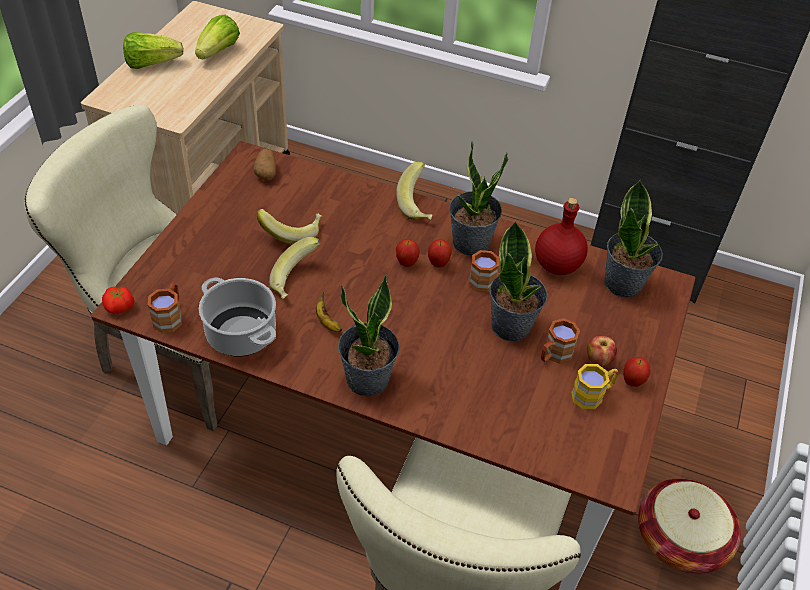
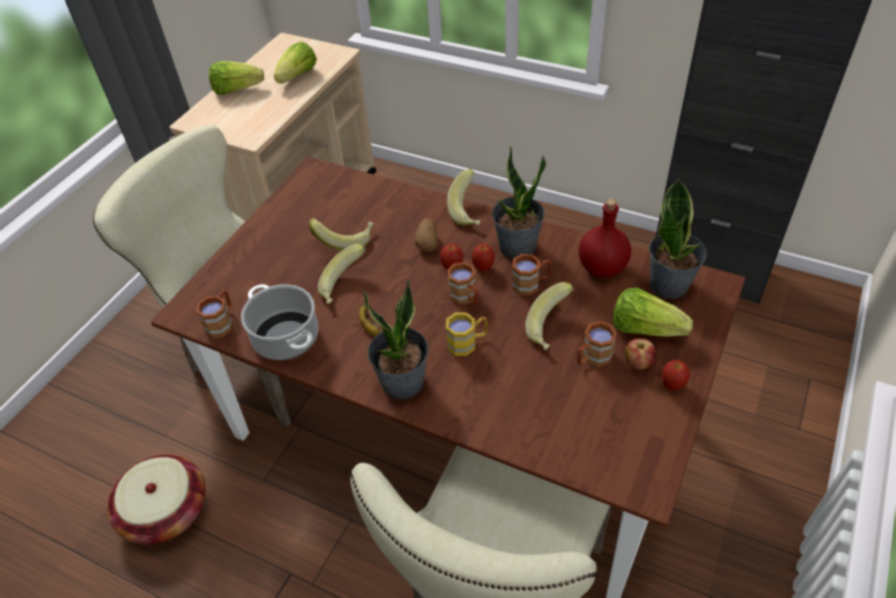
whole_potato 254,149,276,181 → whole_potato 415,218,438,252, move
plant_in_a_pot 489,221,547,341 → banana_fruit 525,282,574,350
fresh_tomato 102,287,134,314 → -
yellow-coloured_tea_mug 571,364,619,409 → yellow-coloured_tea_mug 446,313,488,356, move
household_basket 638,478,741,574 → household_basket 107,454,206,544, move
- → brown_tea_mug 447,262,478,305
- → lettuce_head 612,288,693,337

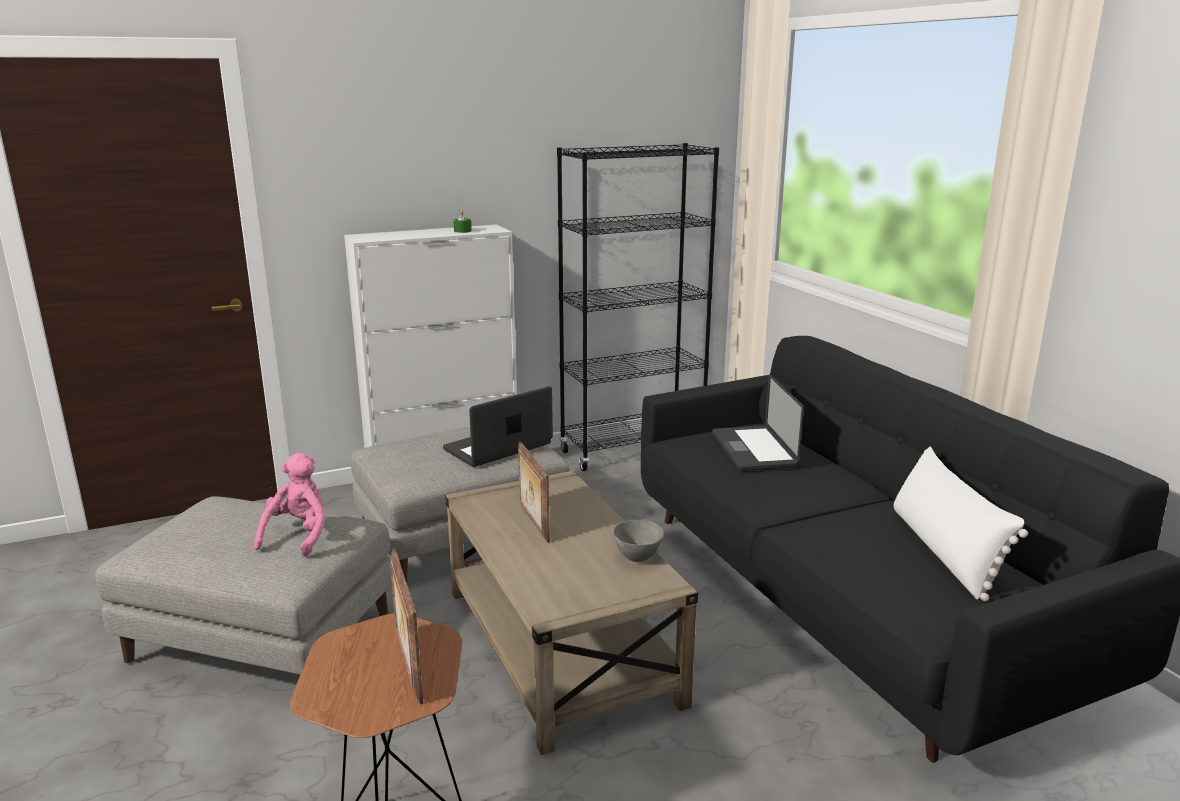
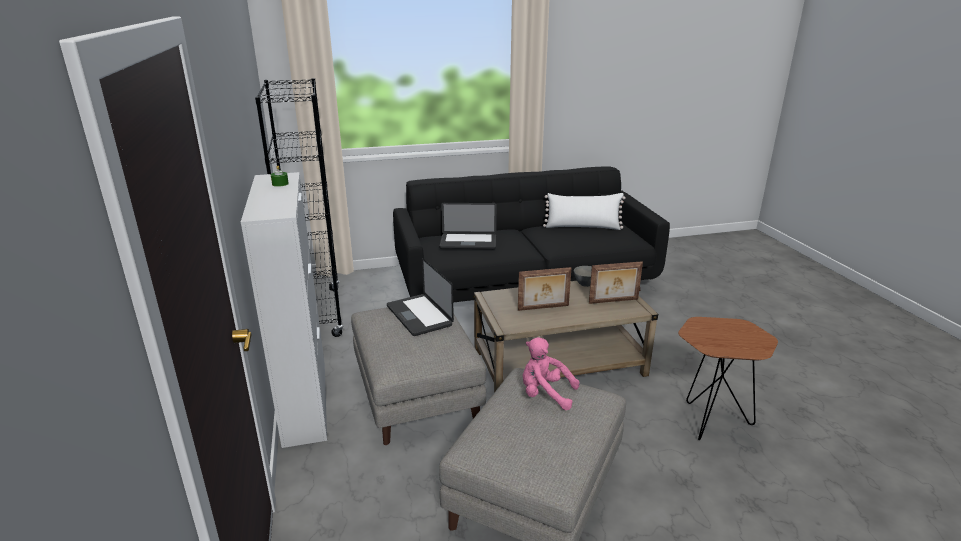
picture_frame 390,548,423,705 → picture_frame 589,261,643,304, move

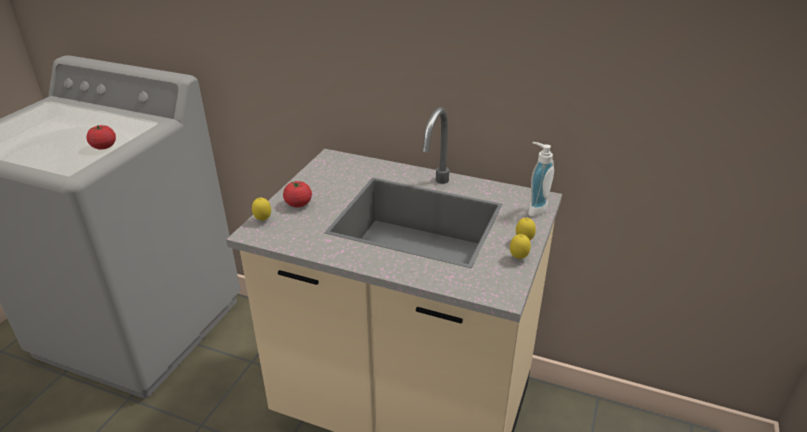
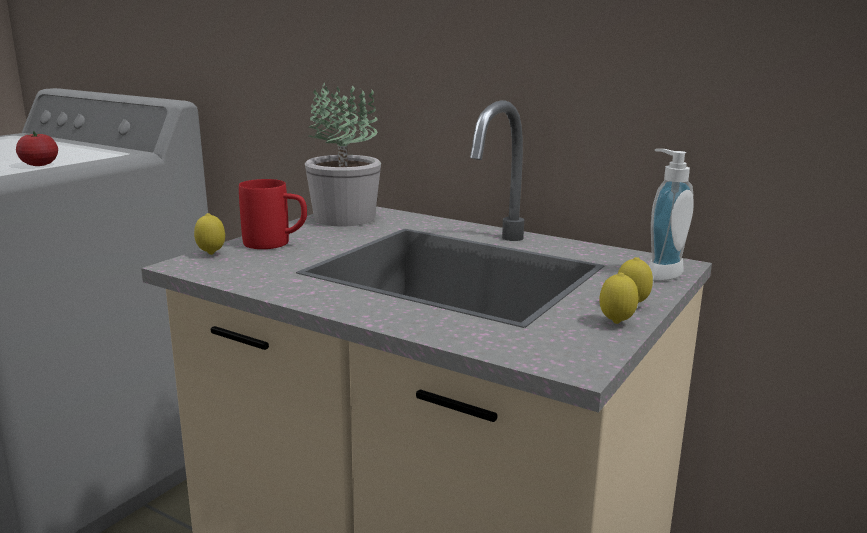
fresh_tomato 283,181,312,207 → reddish_tea_mug 239,179,307,249
- → plant_in_a_pot 305,83,381,226

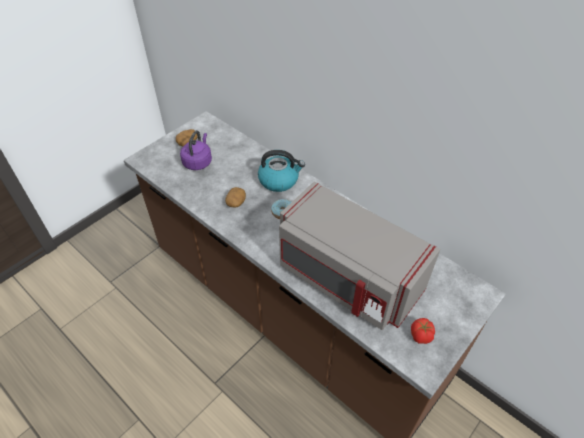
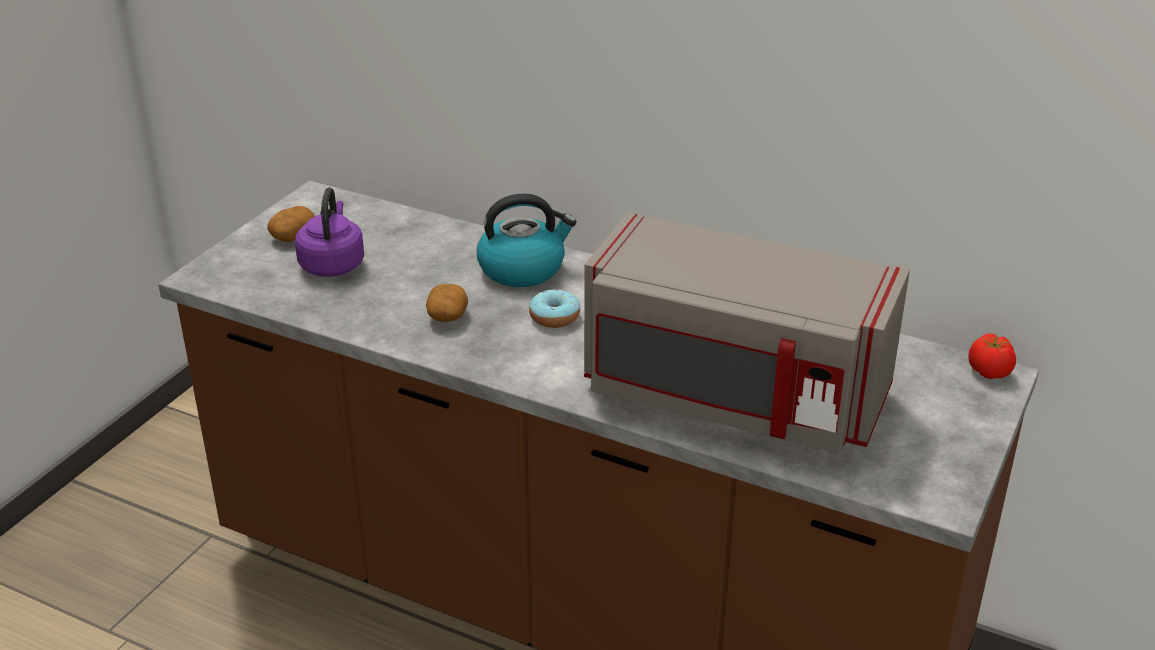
fresh_tomato 411,318,435,344 → fresh_tomato 968,333,1016,379, move

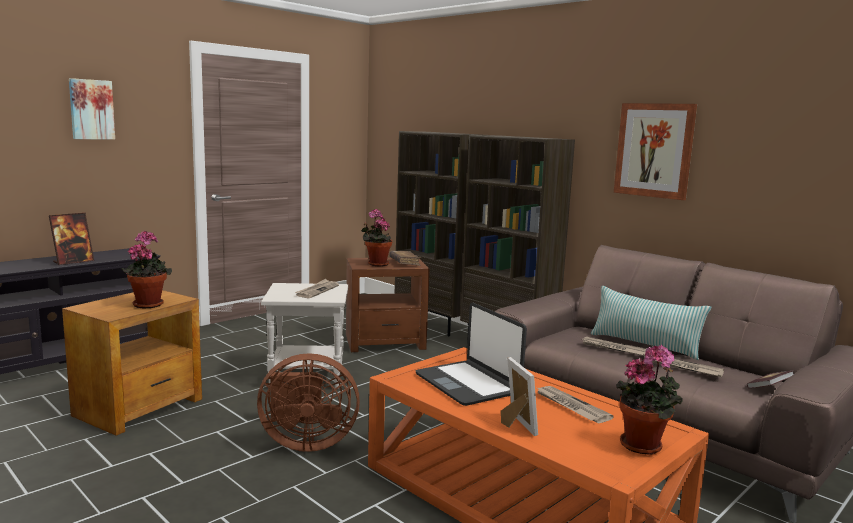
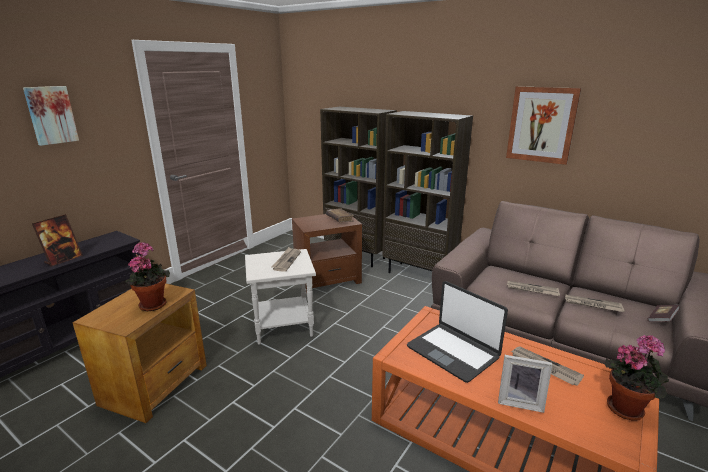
plant_in_a_pot 361,209,392,266 → -
pillow 591,286,711,360 → -
brown_cooling_fan 257,353,360,452 → -
picture_frame 501,357,538,436 → picture_frame 498,355,552,413, 135 degrees clockwise

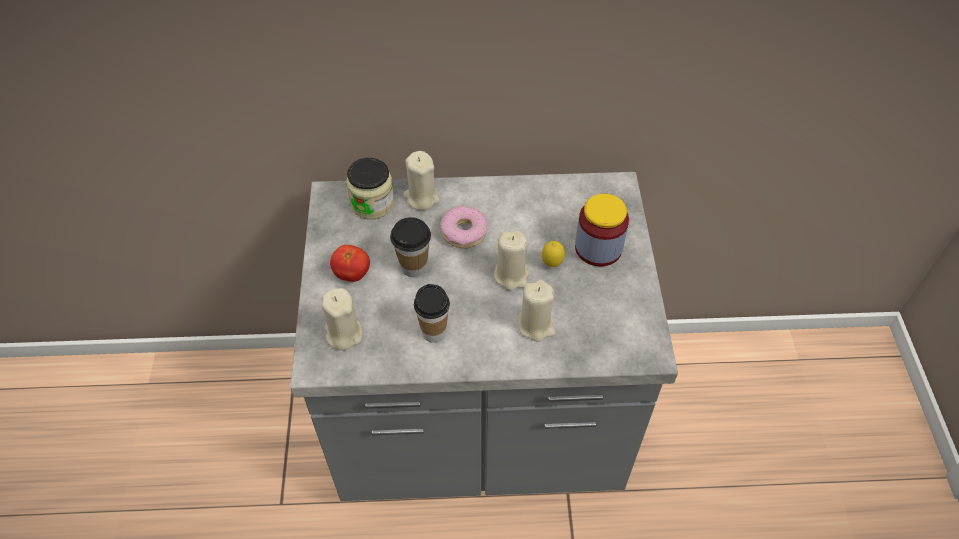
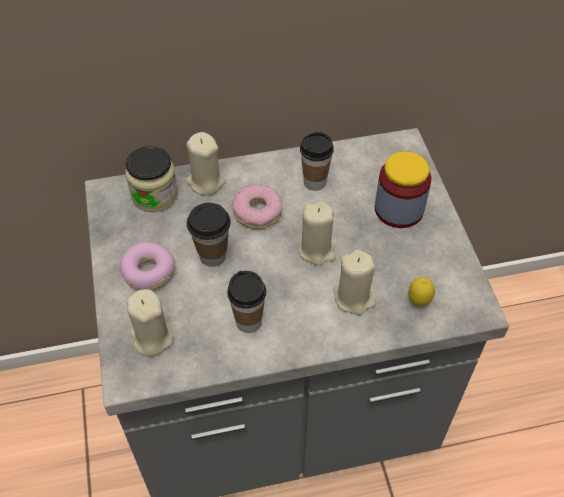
citrus_fruit 542,241,565,267 → citrus_fruit 408,277,435,306, move
fresh_tomato 330,245,370,282 → doughnut 120,242,175,290
- → cup 300,132,334,191

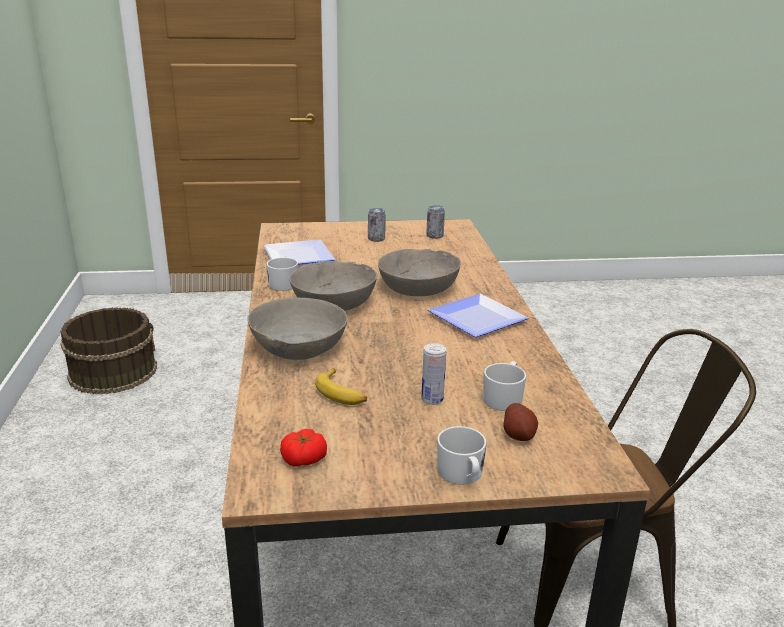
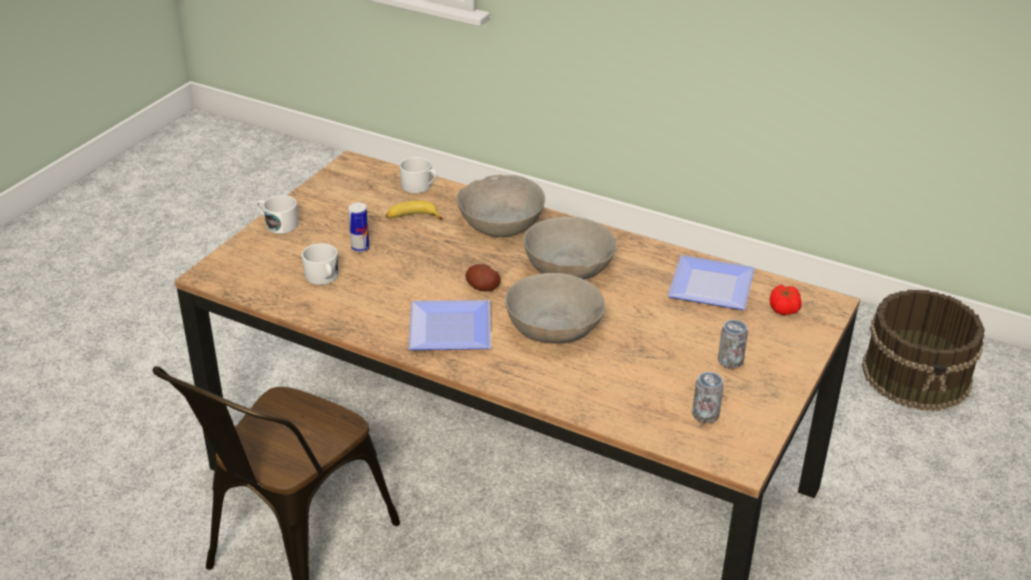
white_tea_mug 267,256,298,291 → white_tea_mug 399,157,437,193, move
whole_potato 503,403,538,441 → whole_potato 466,264,501,291, move
fresh_tomato 280,429,327,467 → fresh_tomato 770,285,802,315, move

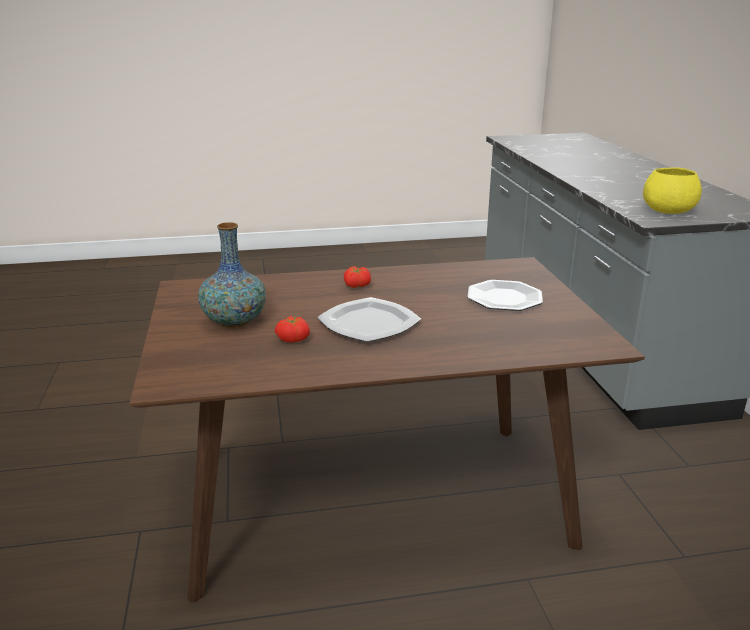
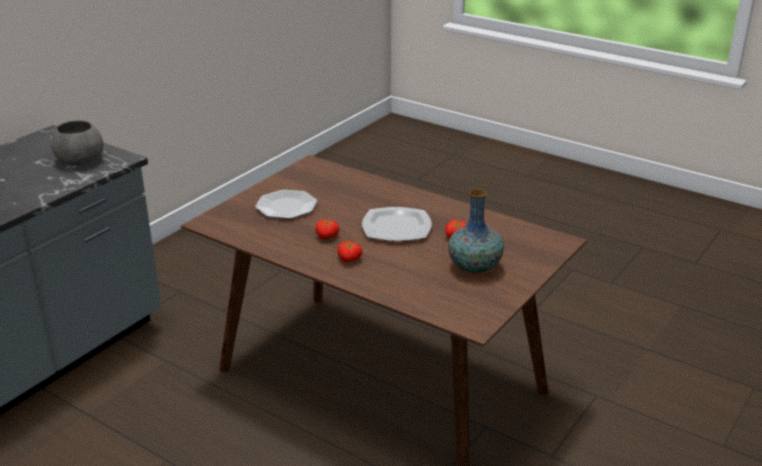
yellow-coloured_serving_bowl 643,167,702,214 → greyish_serving_bowl 51,120,103,166
- → fresh_tomato 316,219,339,239

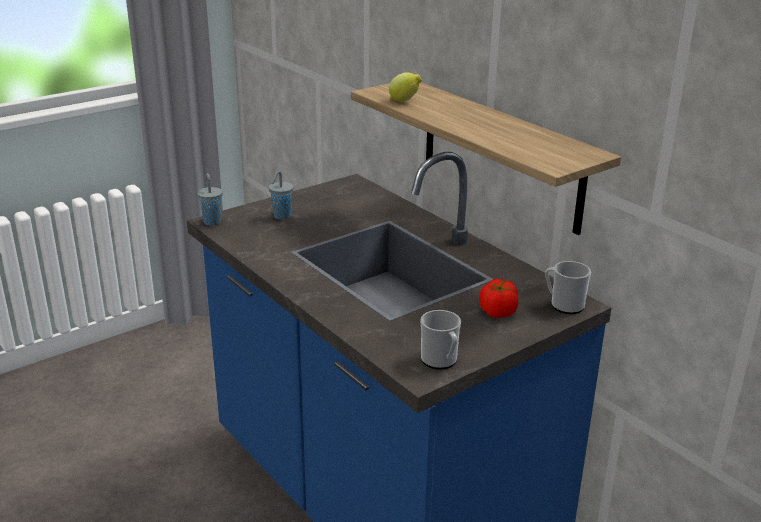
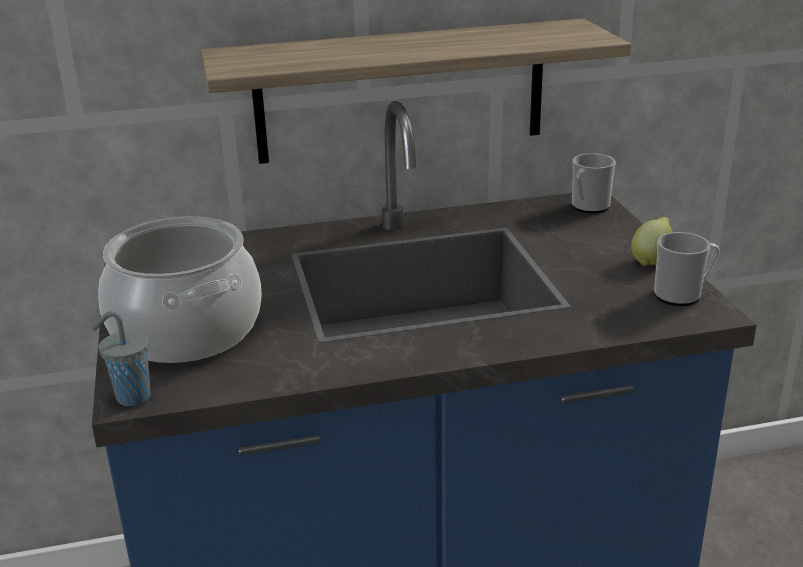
citrus_fruit 389,72,422,102 → citrus_fruit 631,217,672,266, move
greyish_cup 269,170,294,220 → saucepot 98,217,262,363
fresh_tomato 479,279,518,318 → -

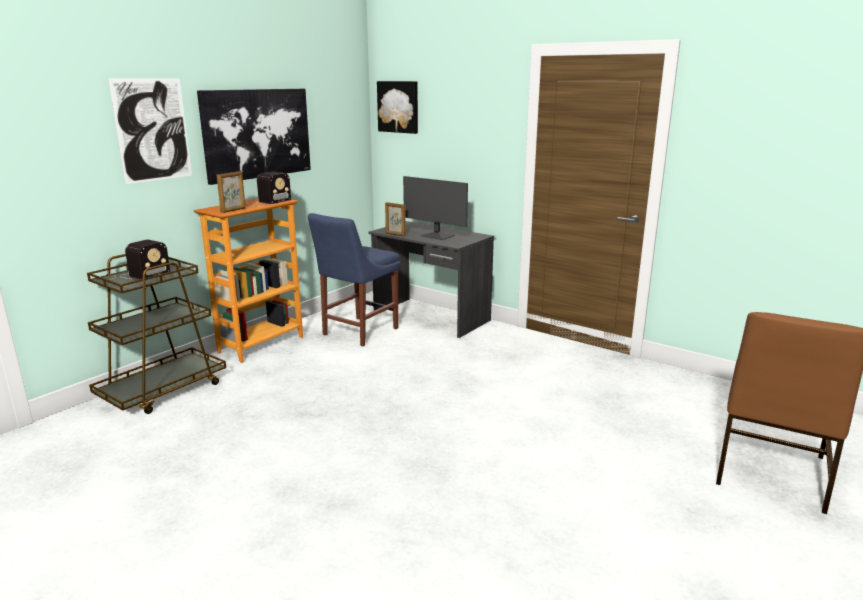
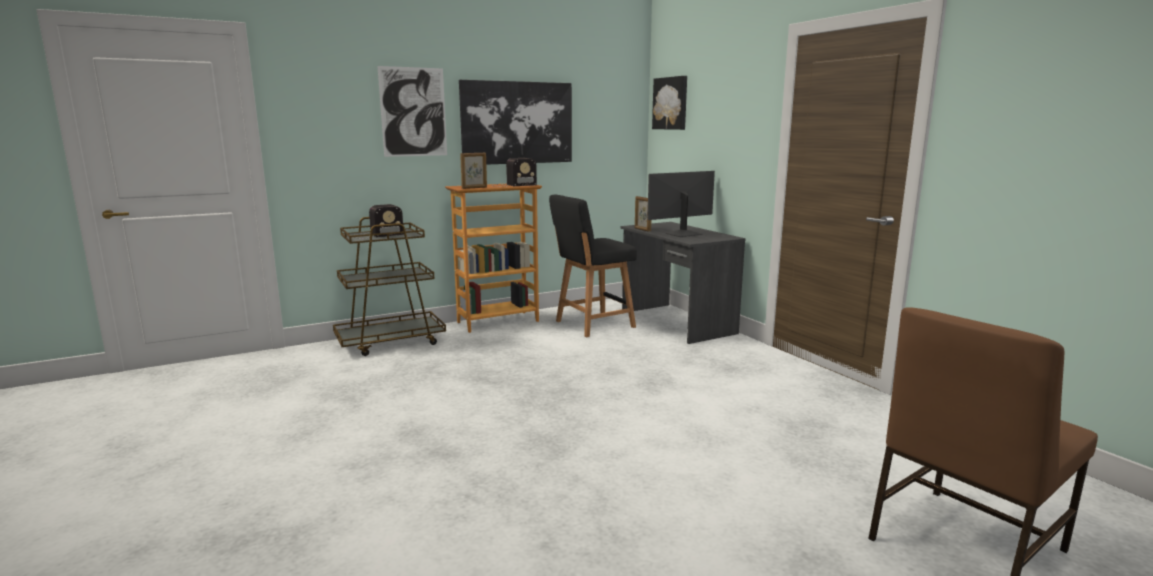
computer_screen 403,176,468,240 → computer_screen 647,171,715,237, 90 degrees clockwise
bluish_plain_chair 308,213,400,346 → black_stool 549,195,637,337

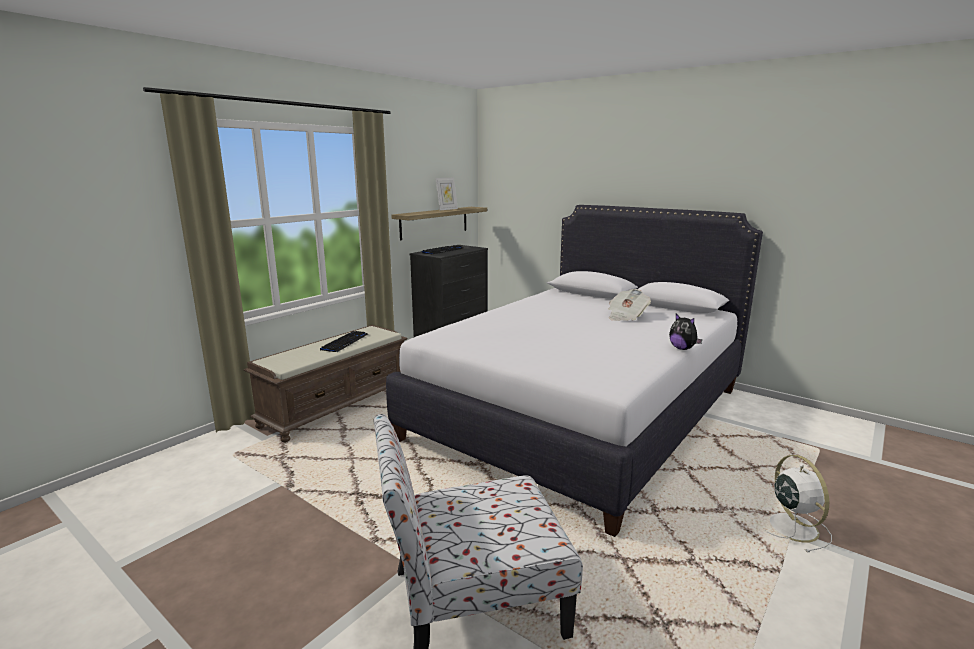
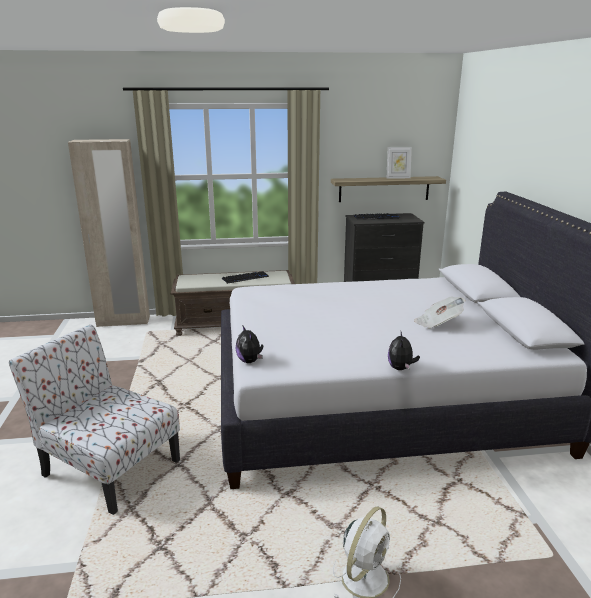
- → beige_clothes_cupboard 68,139,150,327
- → soft_toy 236,326,264,363

